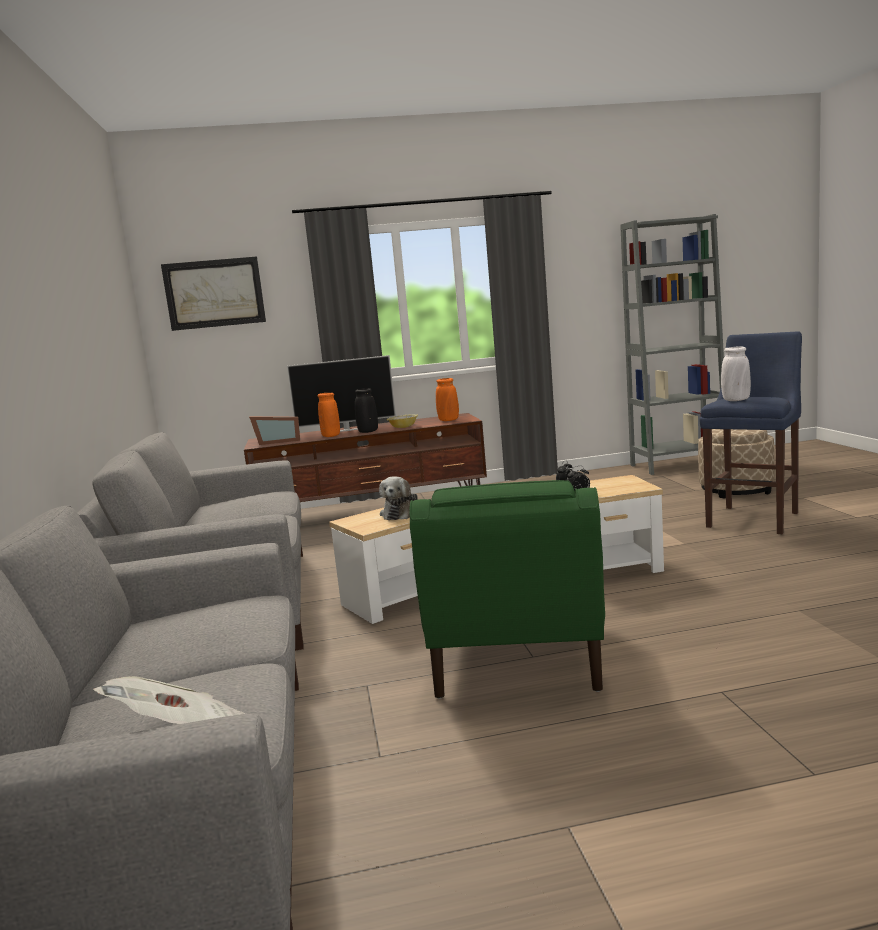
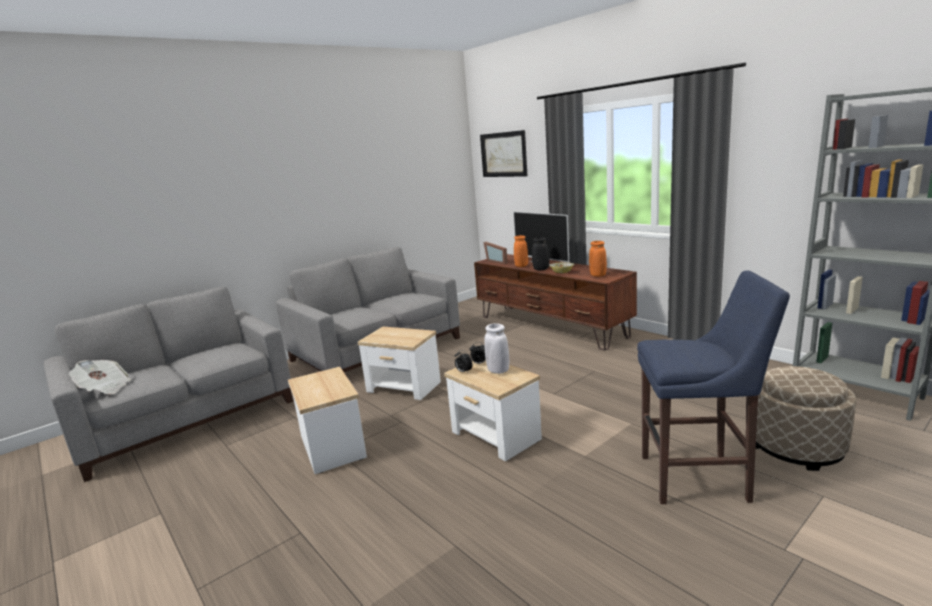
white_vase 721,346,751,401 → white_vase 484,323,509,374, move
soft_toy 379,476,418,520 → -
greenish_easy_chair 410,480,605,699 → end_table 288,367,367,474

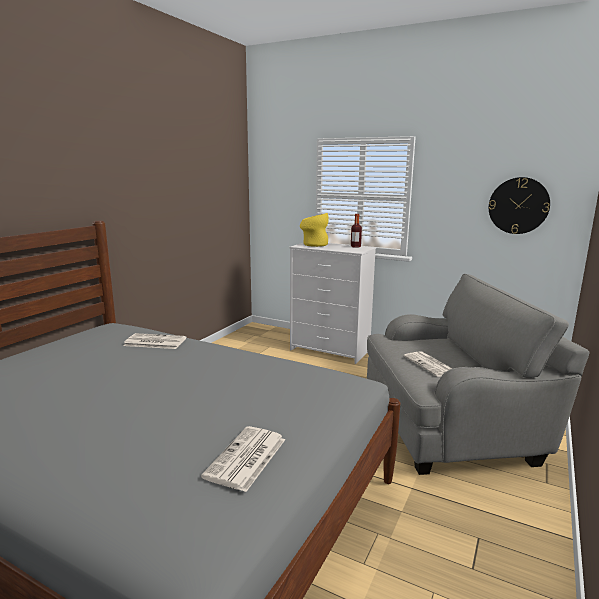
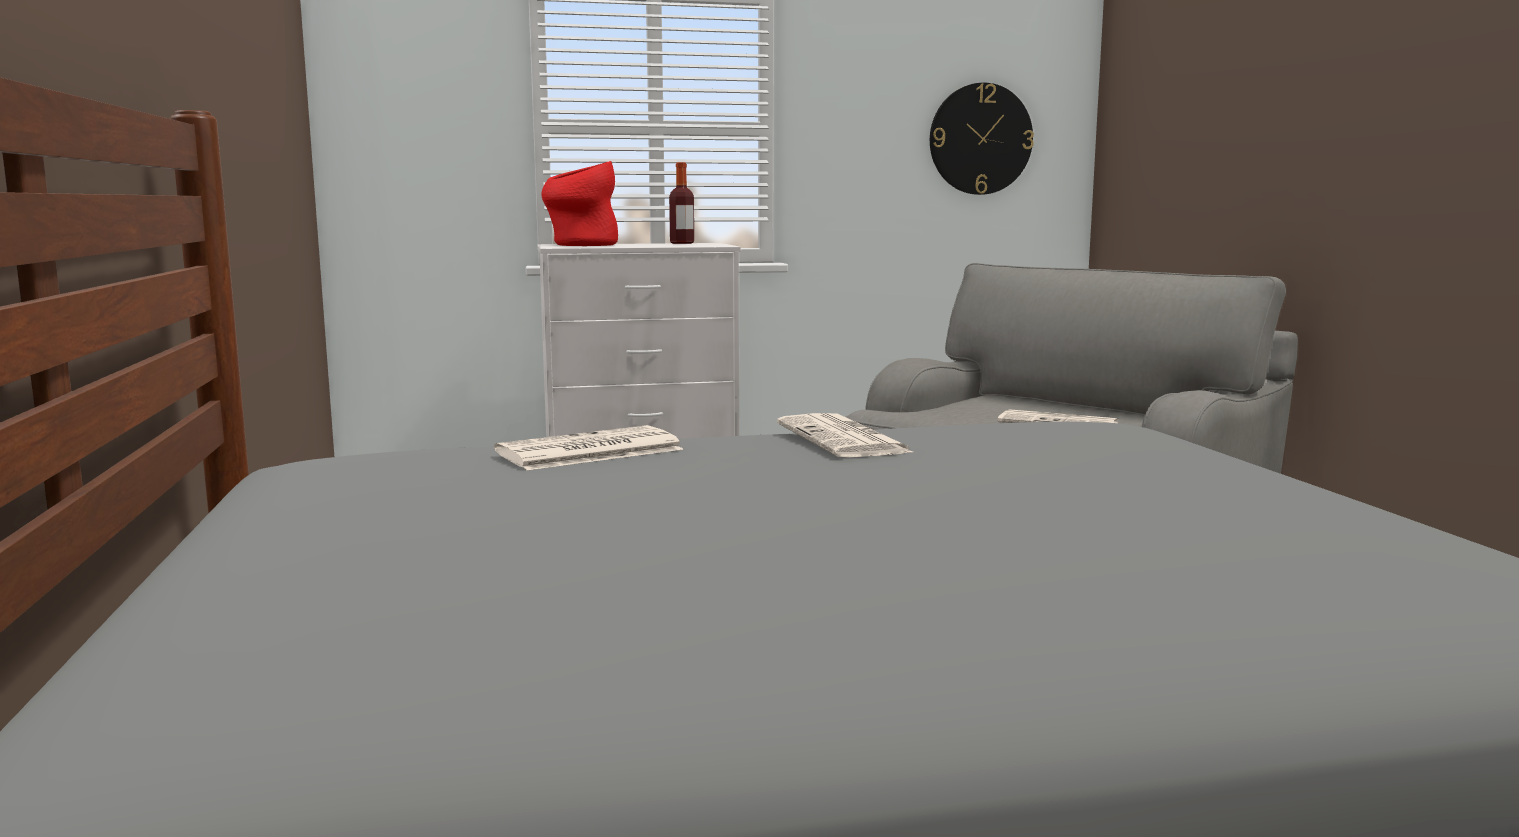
yellow-coloured_vase 300,213,329,247 → reddish_vase 541,161,618,246
printed_paper 201,426,285,492 → printed_paper 777,413,915,458, move

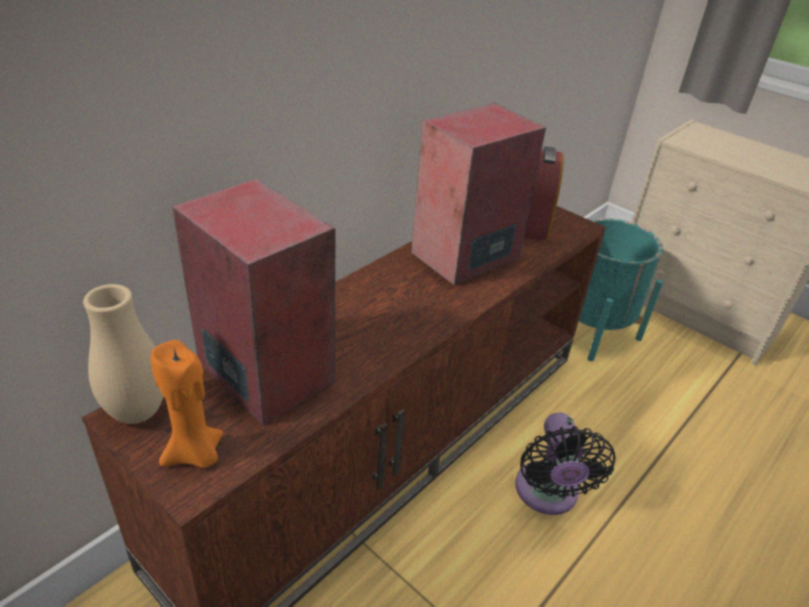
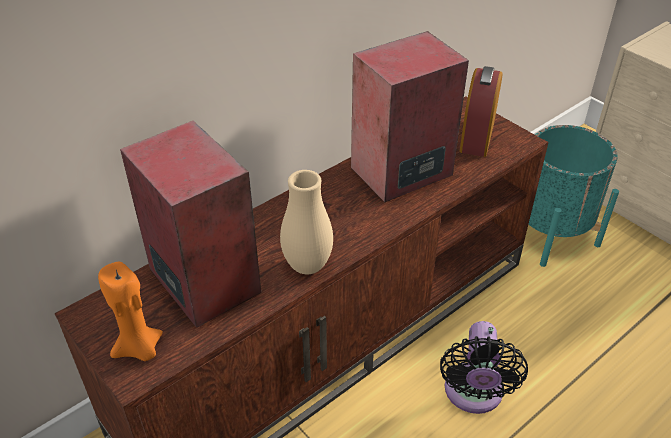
beige_vase 83,284,163,424 → beige_vase 280,170,333,274, move

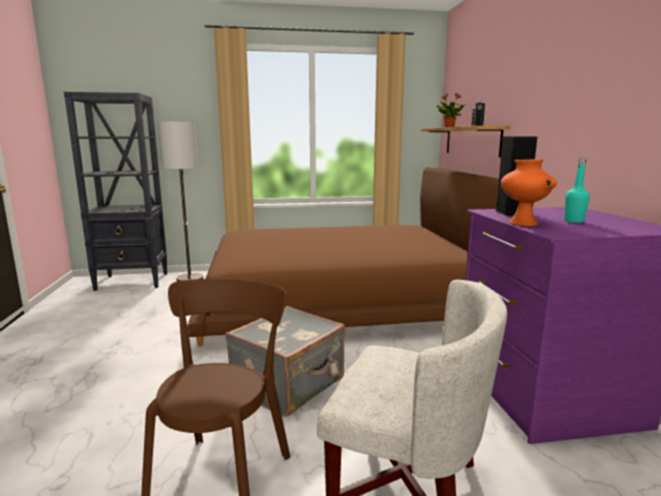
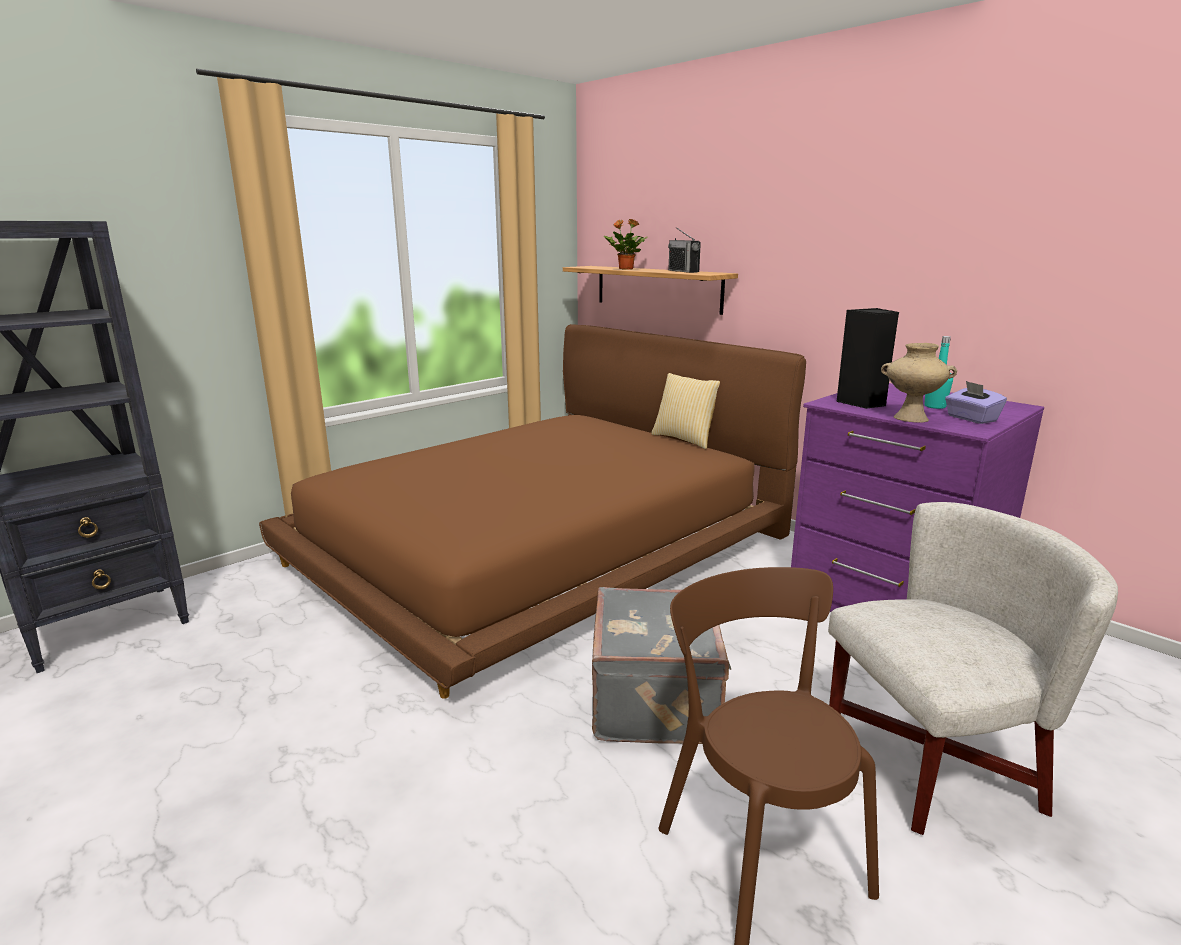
standard_lamp 159,122,203,281 → -
orangey_vase 501,159,557,226 → beige_vase 881,343,957,422
- → pillow 651,373,720,449
- → purplish_tissue_box 945,381,1007,424

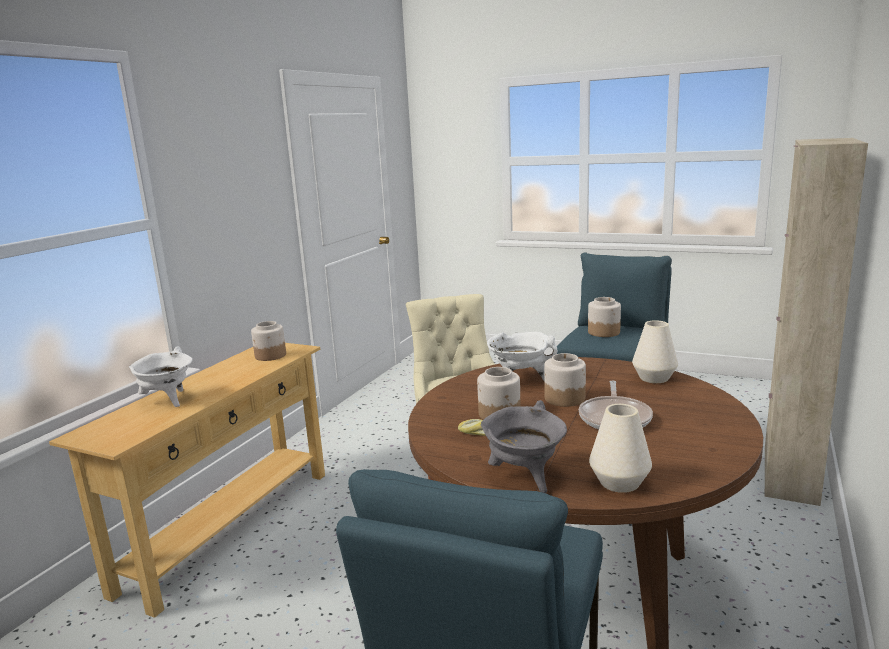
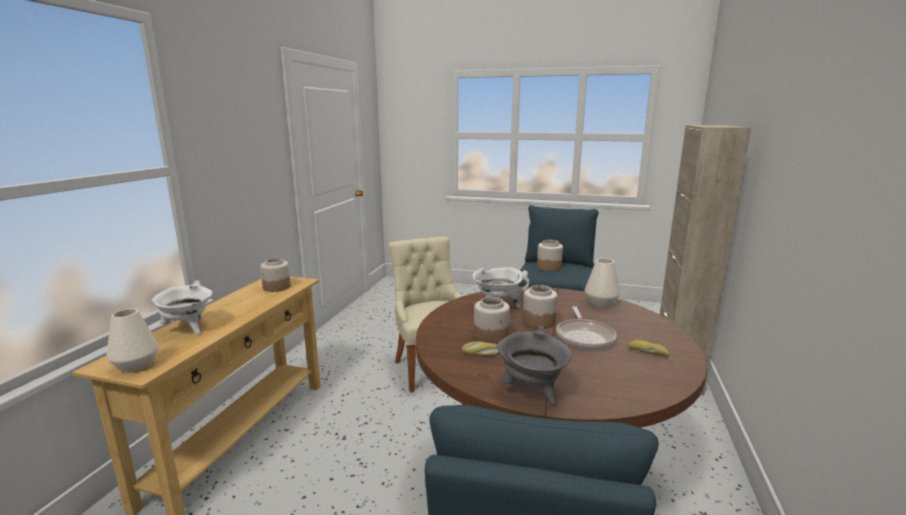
white_vase 589,404,652,493 → white_vase 106,309,159,373, move
- → baked_bread 628,340,670,357

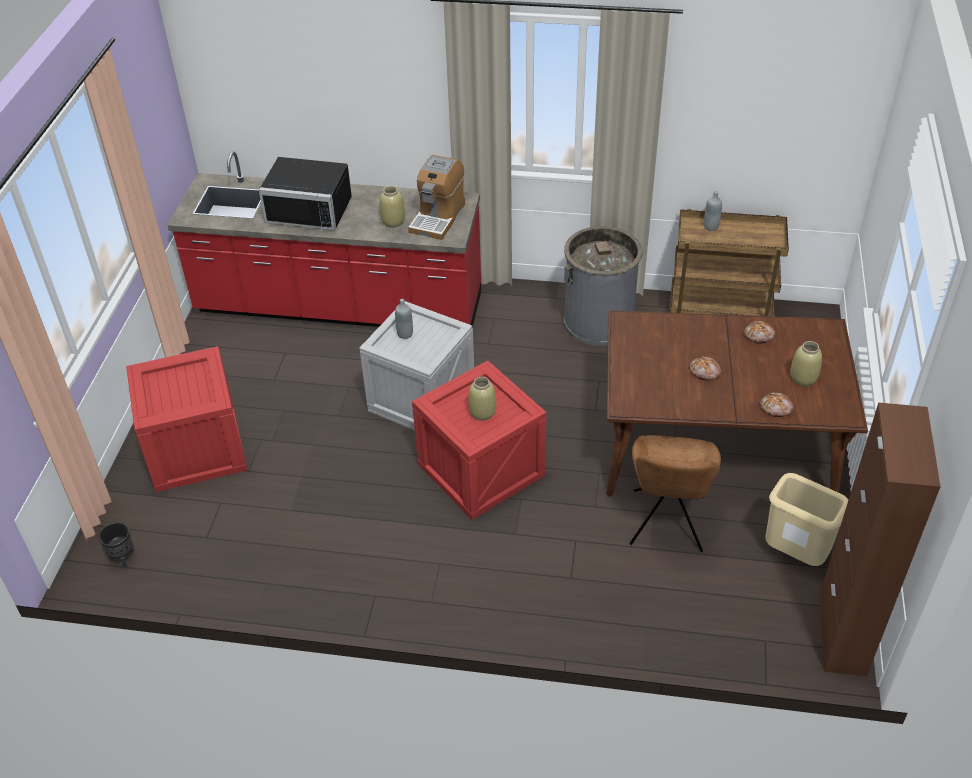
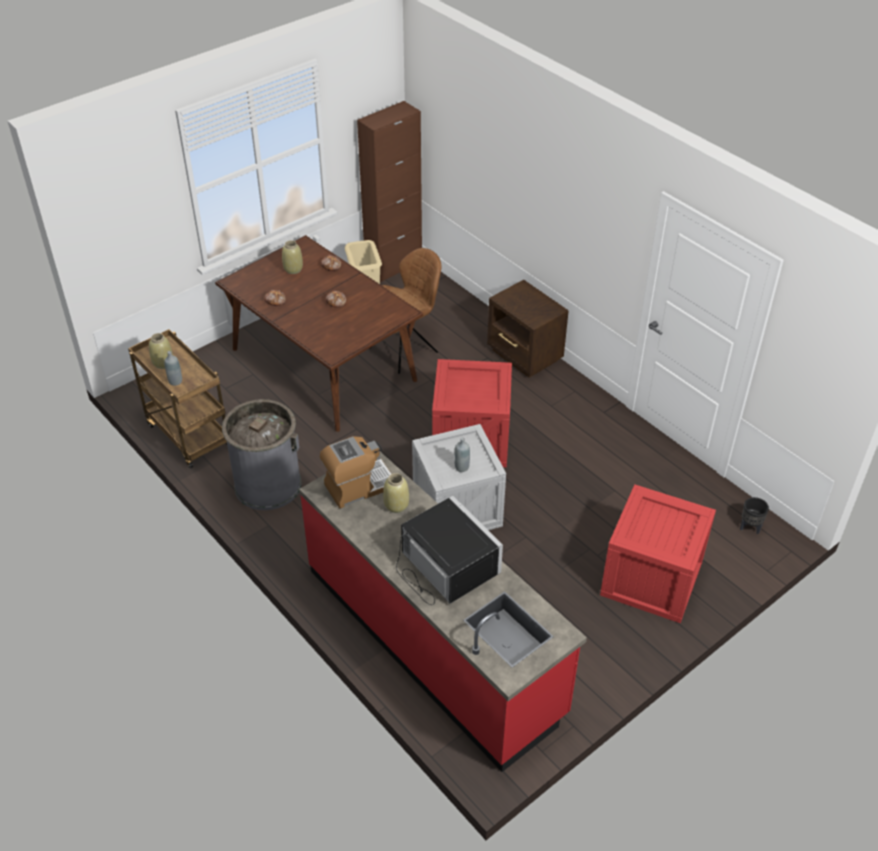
beige_vase 468,377,496,421 → beige_vase 149,333,173,369, move
- → brown_night_table 487,280,569,378

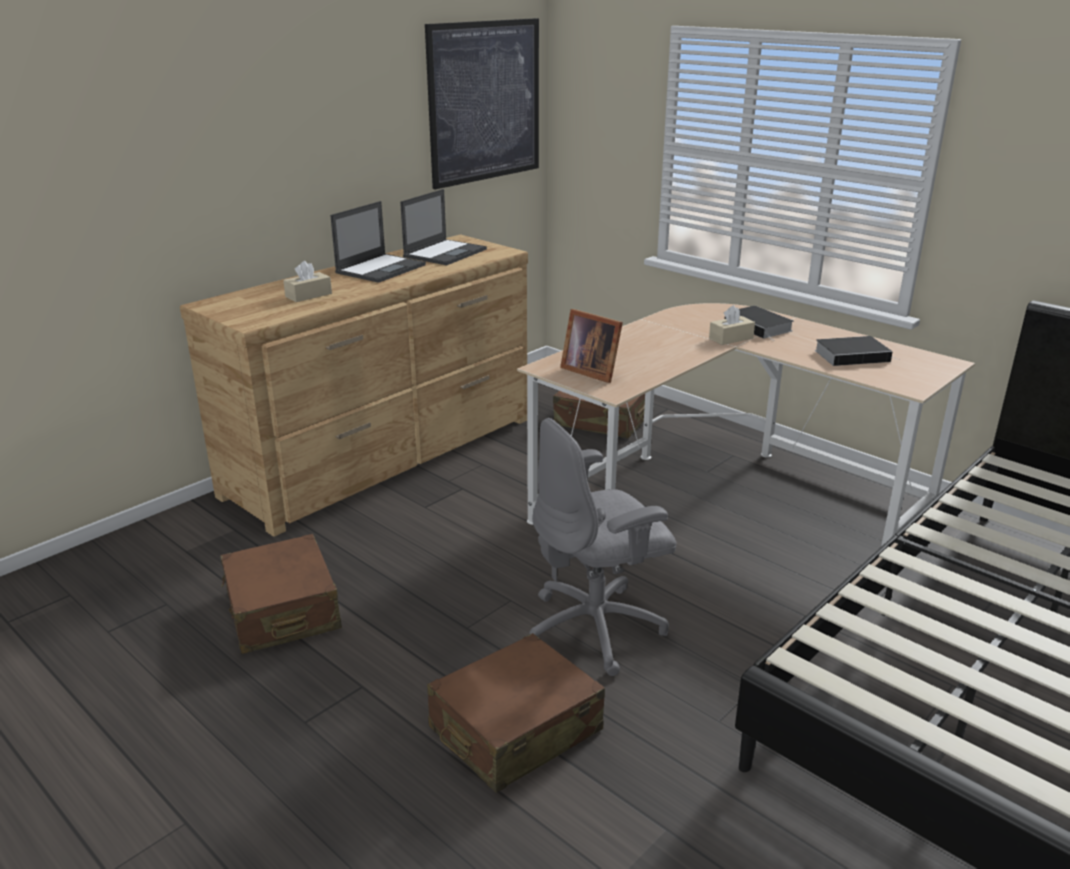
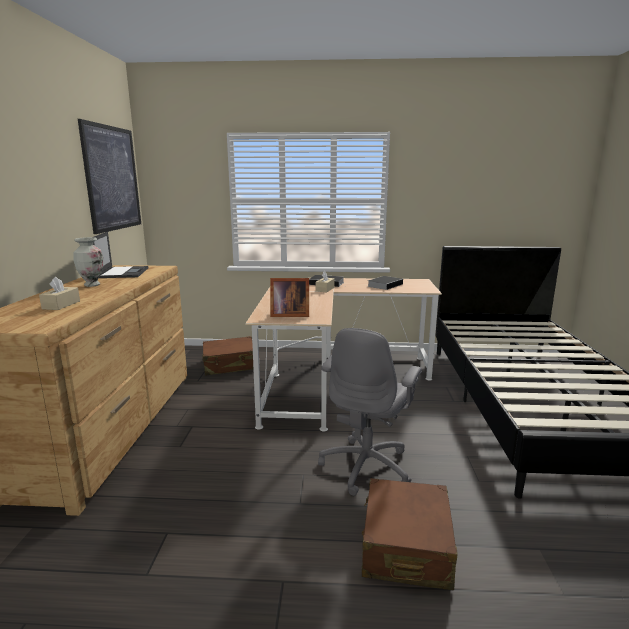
laptop 330,201,426,283 → vase 73,237,103,287
brown_suitcase 220,534,342,654 → -

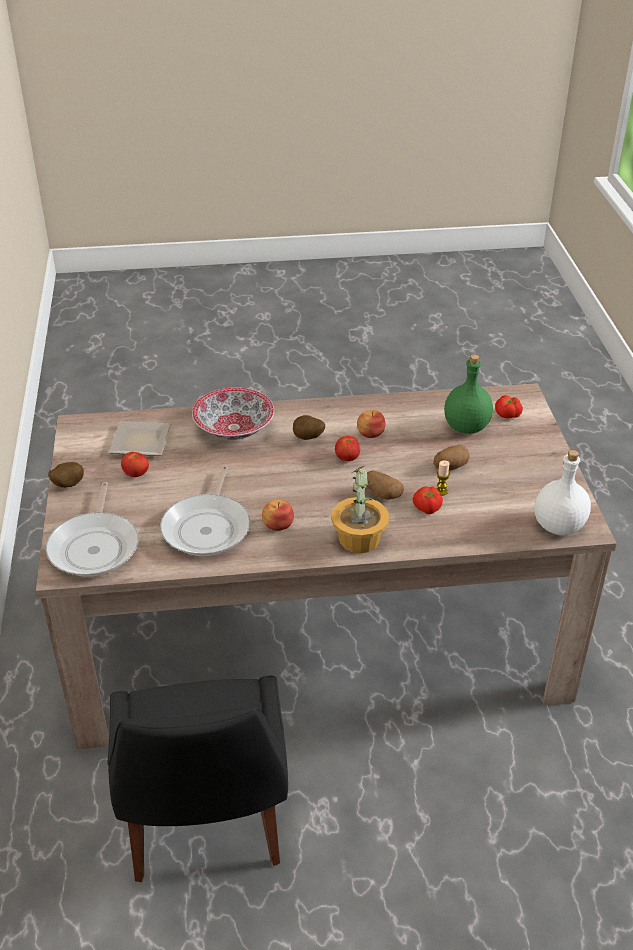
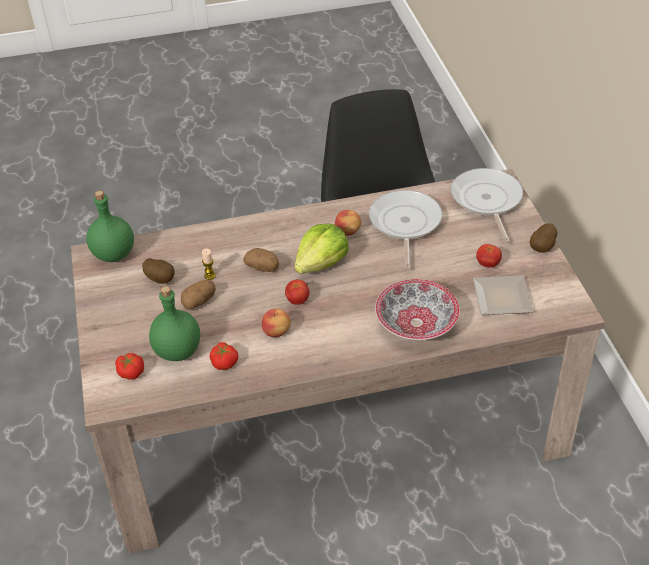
whole_potato 293,415,325,440 → whole_potato 142,258,175,284, move
white_bottle 534,450,591,536 → greenish_bottle 86,191,134,262
plant_in_a_pot 331,466,389,553 → -
fresh_tomato 413,486,443,514 → fresh_tomato 210,342,239,370, move
- → lettuce_head 294,223,348,274

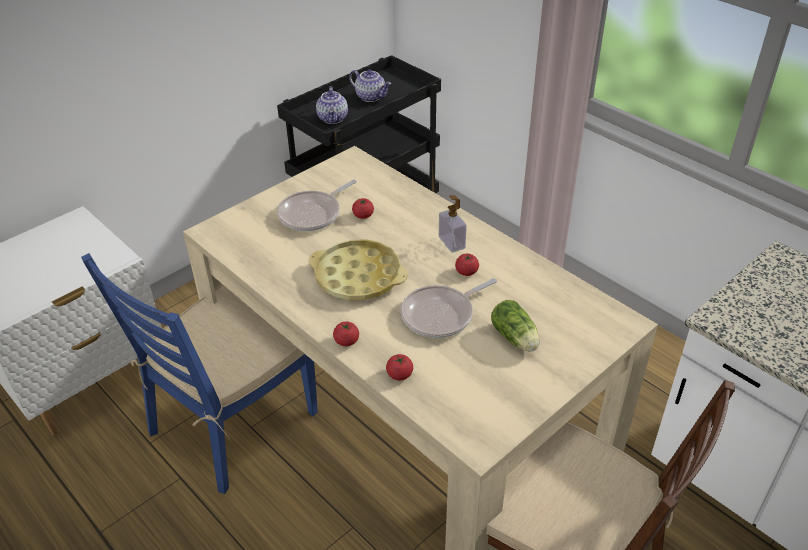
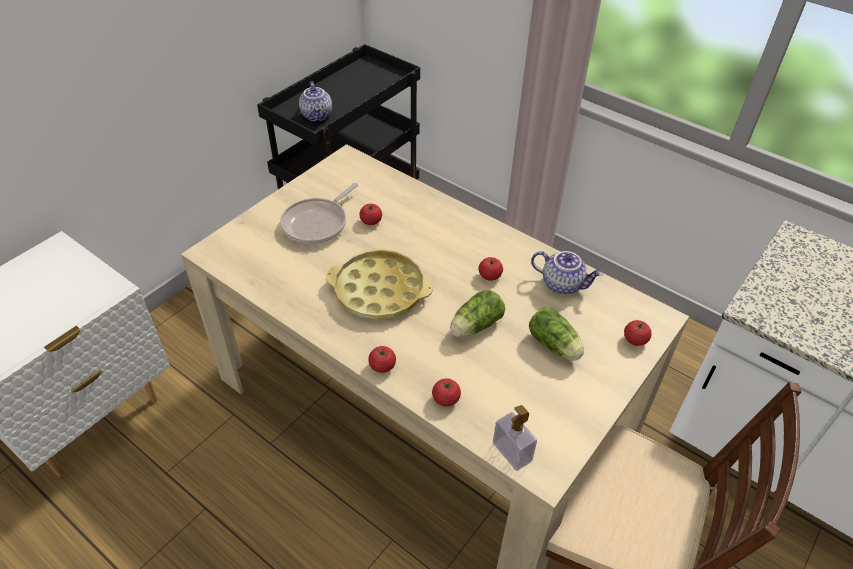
tea_pot 349,70,391,102 → tea_pot 531,251,603,295, move
soap_dispenser 439,195,467,253 → soap_dispenser 493,405,537,471, move
bluish_plain_chair 81,253,318,494 → -
frying_pan 401,278,497,338 → lettuce_head 450,290,505,337
- → fresh_tomato 624,319,652,346

